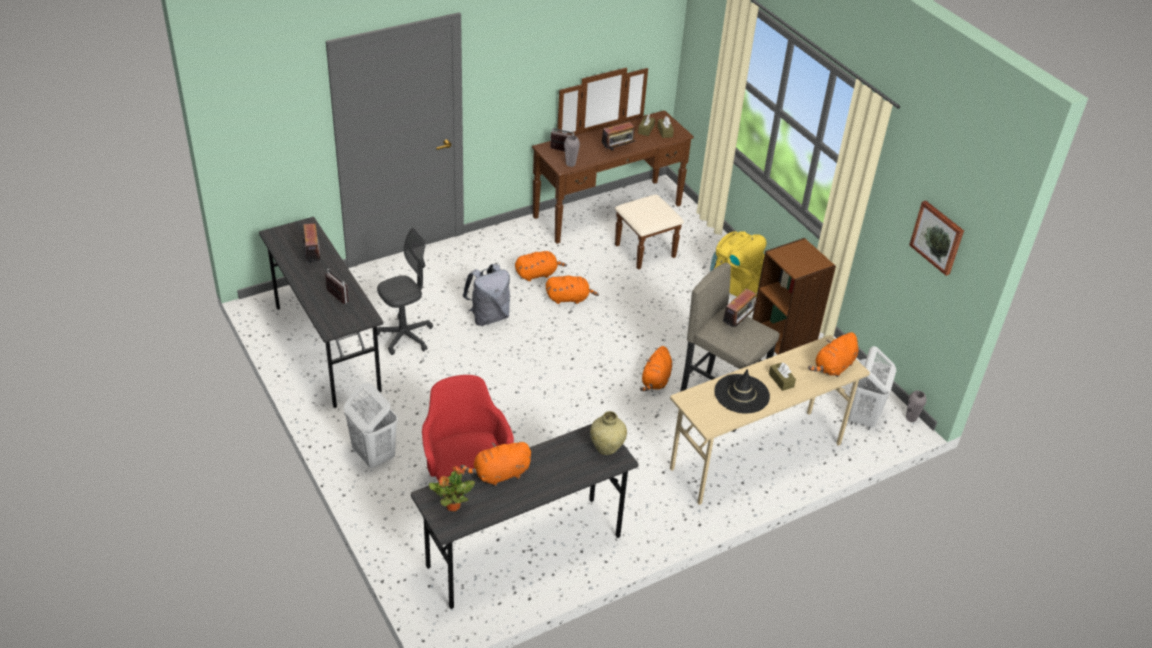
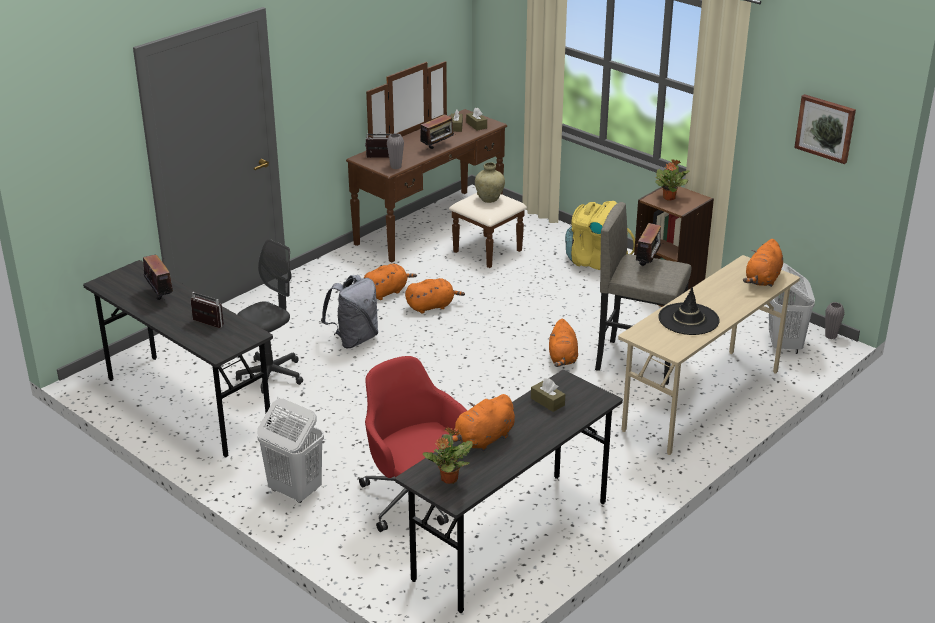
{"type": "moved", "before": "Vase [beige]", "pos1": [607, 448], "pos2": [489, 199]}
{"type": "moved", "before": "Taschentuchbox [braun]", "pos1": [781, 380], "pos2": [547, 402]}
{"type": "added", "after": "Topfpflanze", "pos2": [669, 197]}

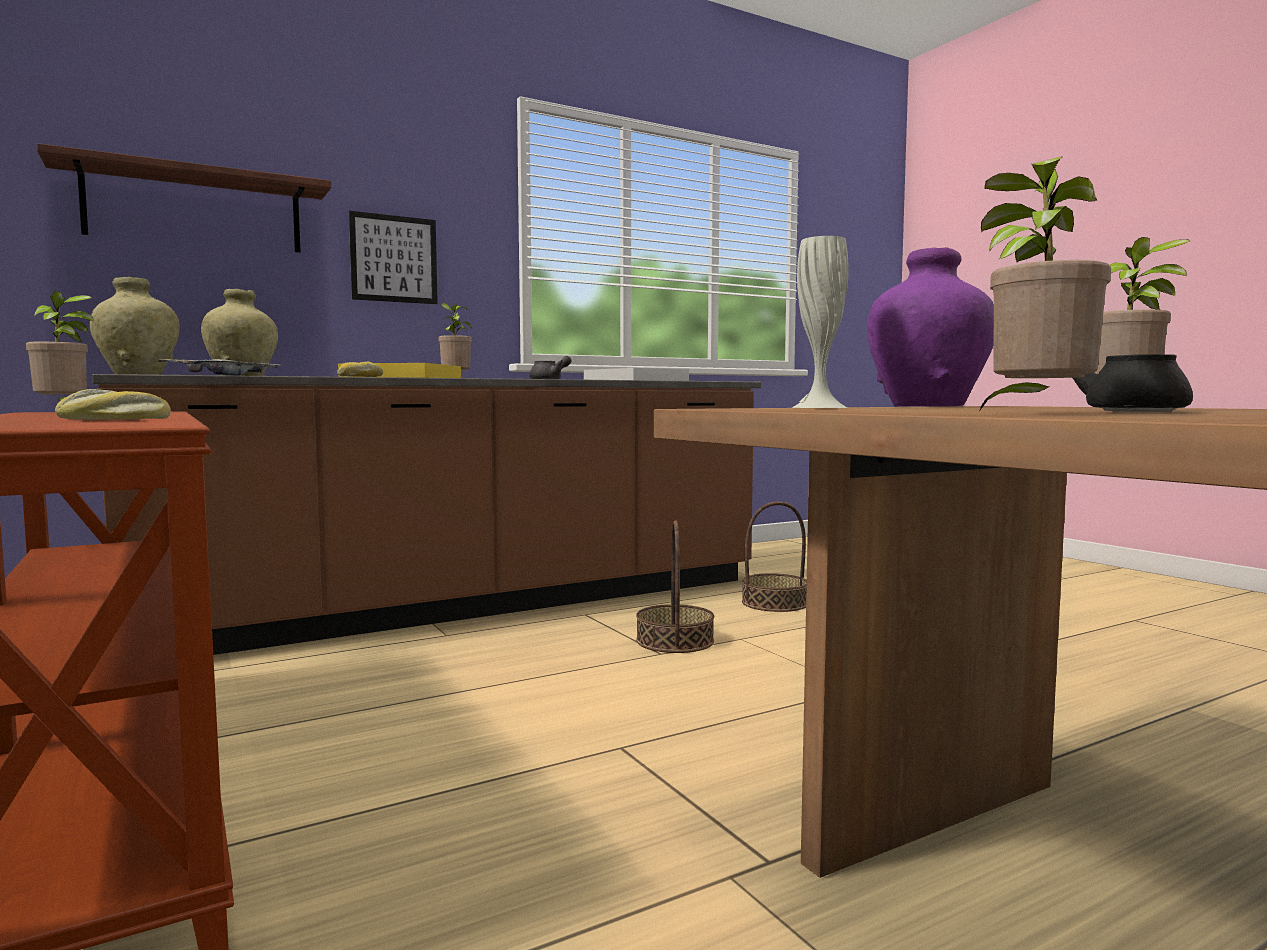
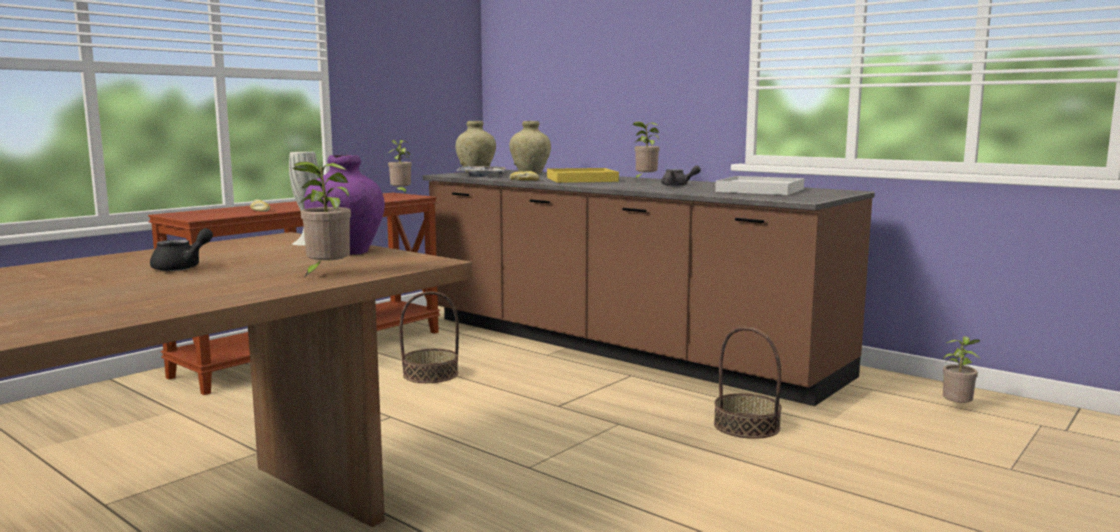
{"type": "moved", "before": "Korb", "pos1": [674, 641], "pos2": [431, 374]}
{"type": "moved", "before": "Topfpflanze", "pos1": [1035, 413], "pos2": [957, 408]}
{"type": "removed", "before": "Wandregal", "pos1": [195, 211]}
{"type": "removed", "before": "Bild", "pos1": [394, 259]}

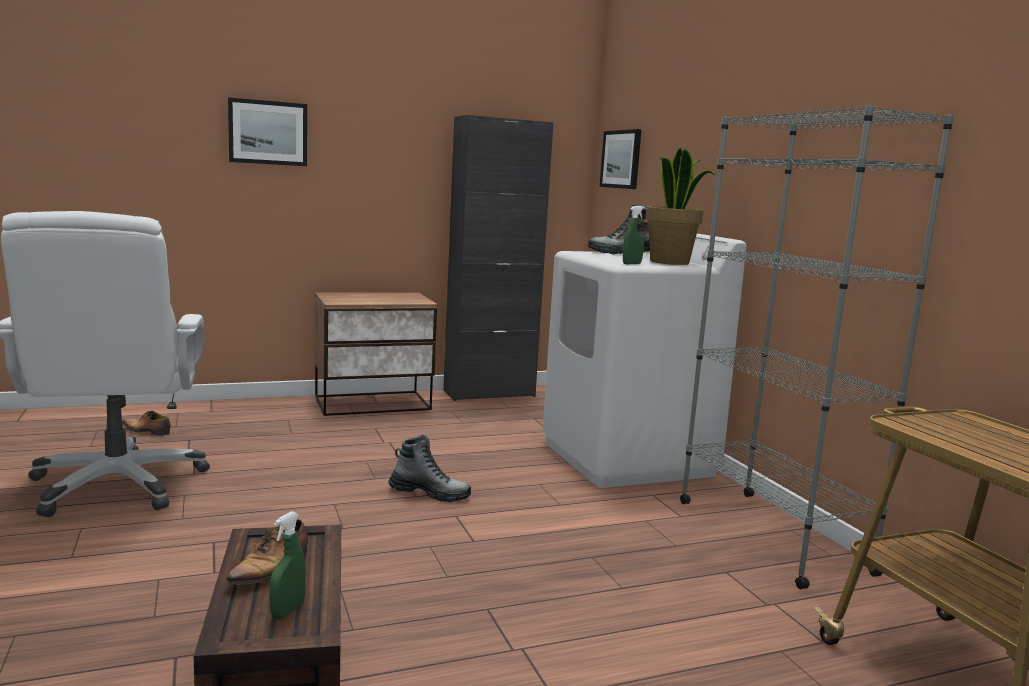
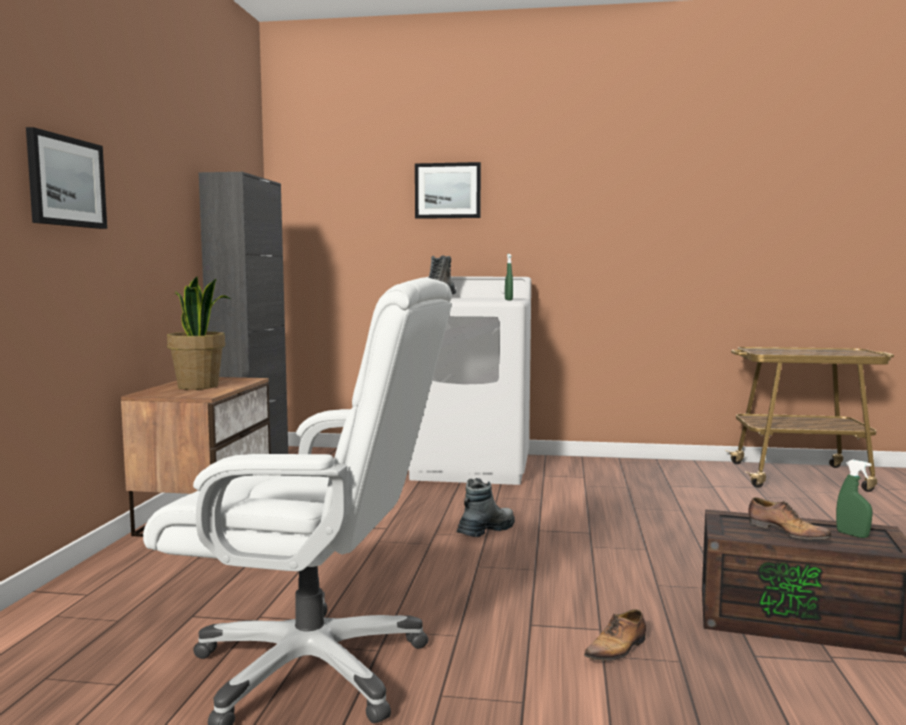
{"type": "moved", "before": "Topfpflanze", "pos1": [670, 262], "pos2": [199, 386]}
{"type": "moved", "before": "Bild", "pos1": [621, 159], "pos2": [448, 190]}
{"type": "moved", "before": "Schuh", "pos1": [146, 431], "pos2": [617, 649]}
{"type": "removed", "before": "Bücherregal [grau]", "pos1": [770, 535]}

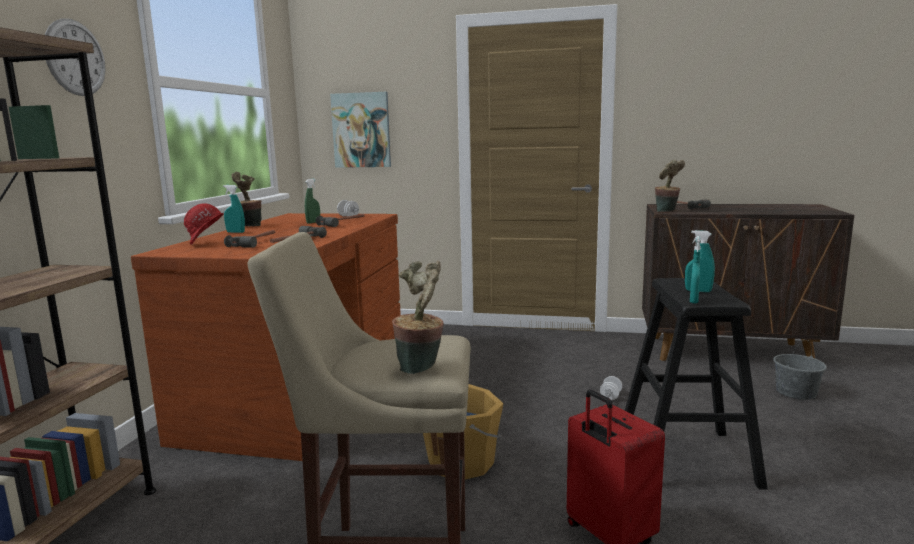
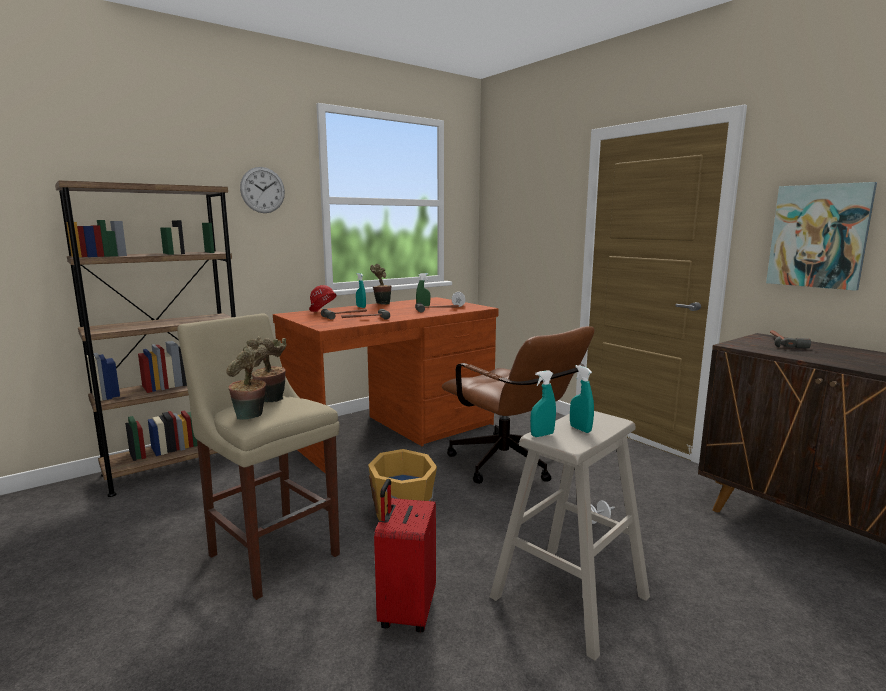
{"type": "moved", "before": "Topfpflanze", "pos1": [667, 211], "pos2": [270, 401]}
{"type": "added", "after": "Bürostuhl [braun]", "pos2": [511, 466]}
{"type": "recoloured", "before": "Hocker [schwarz]", "after": "Hocker [beige]", "pos1": [686, 458], "pos2": [569, 597]}
{"type": "moved", "before": "Bild", "pos1": [361, 130], "pos2": [818, 236]}
{"type": "removed", "before": "Eimer [grau]", "pos1": [796, 392]}

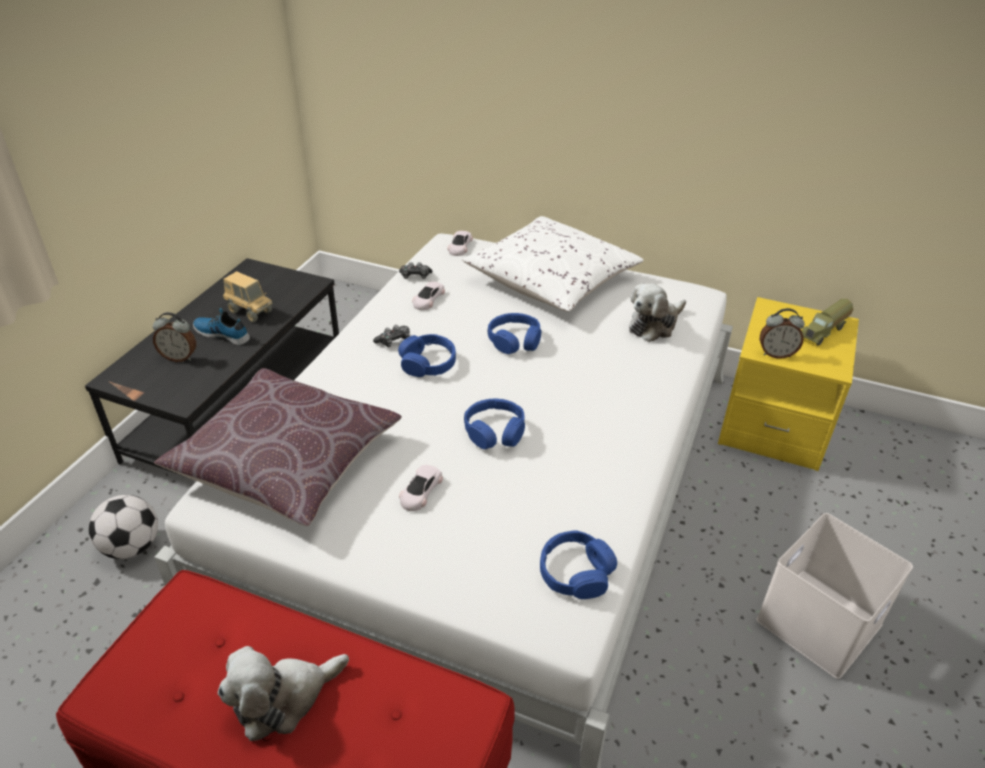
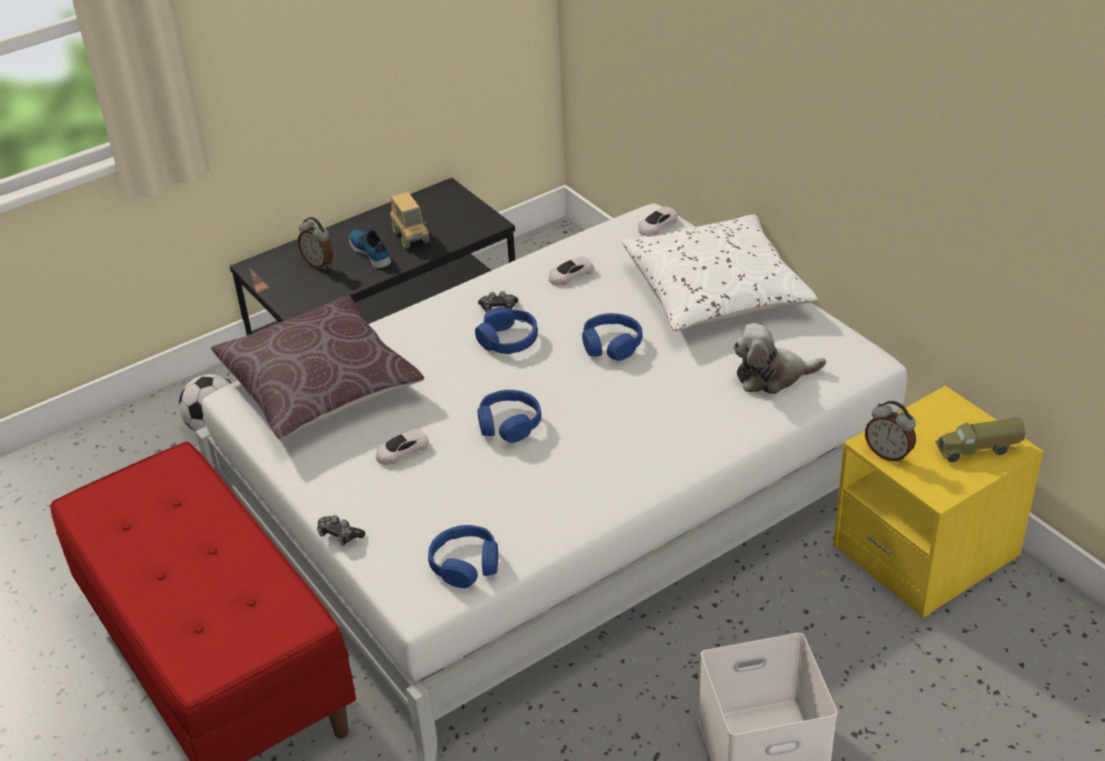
{"type": "moved", "before": "Gamepad", "pos1": [415, 276], "pos2": [339, 535]}
{"type": "removed", "before": "Plüschtier", "pos1": [283, 699]}

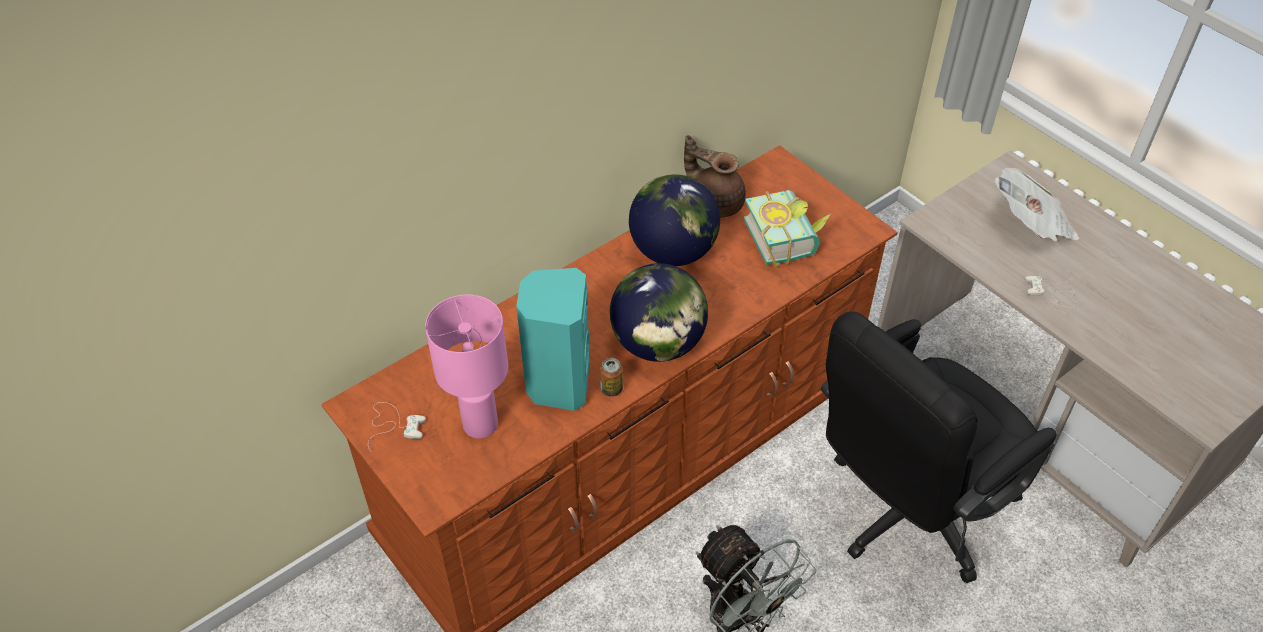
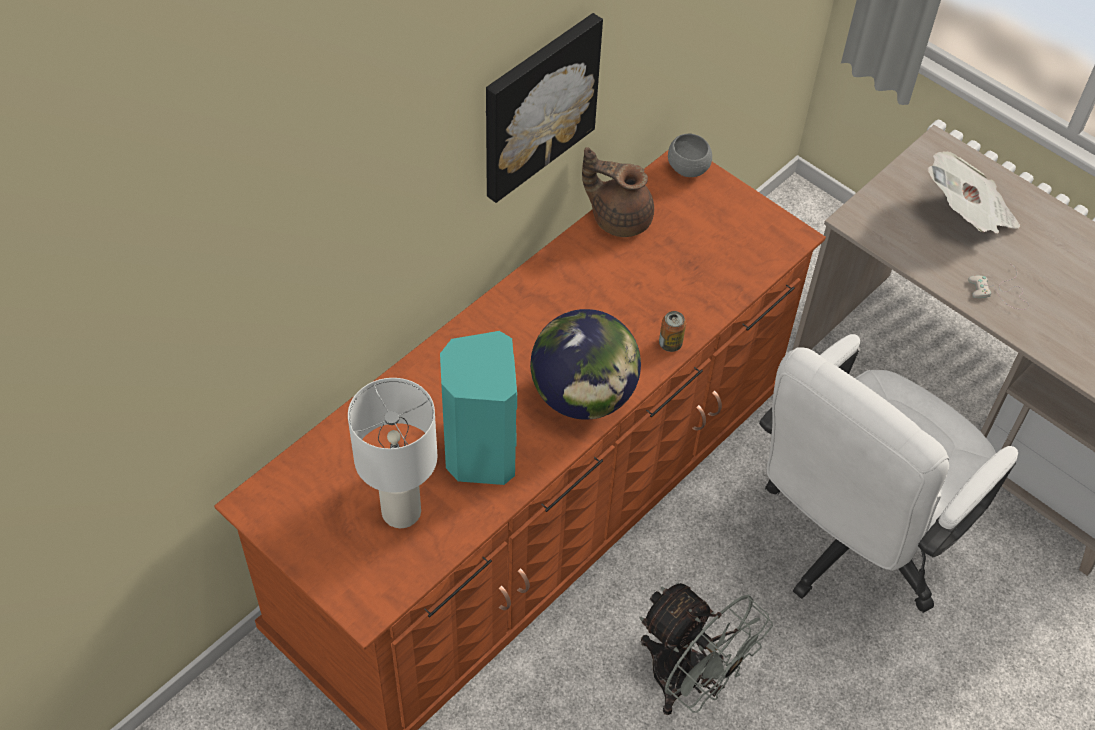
{"type": "recoloured", "before": "Tischlampe [rosa]", "after": "Tischlampe [weiß]", "pos1": [481, 423], "pos2": [401, 510]}
{"type": "added", "after": "Bild", "pos2": [537, 105]}
{"type": "moved", "before": "Dose", "pos1": [611, 389], "pos2": [670, 344]}
{"type": "added", "after": "Schüssel [grau]", "pos2": [688, 169]}
{"type": "recoloured", "before": "Bürostuhl [schwarz]", "after": "Bürostuhl [weiß]", "pos1": [906, 513], "pos2": [850, 541]}
{"type": "removed", "before": "Gamepad [weiß]", "pos1": [394, 424]}
{"type": "removed", "before": "Globus", "pos1": [673, 252]}
{"type": "removed", "before": "Buch", "pos1": [787, 238]}

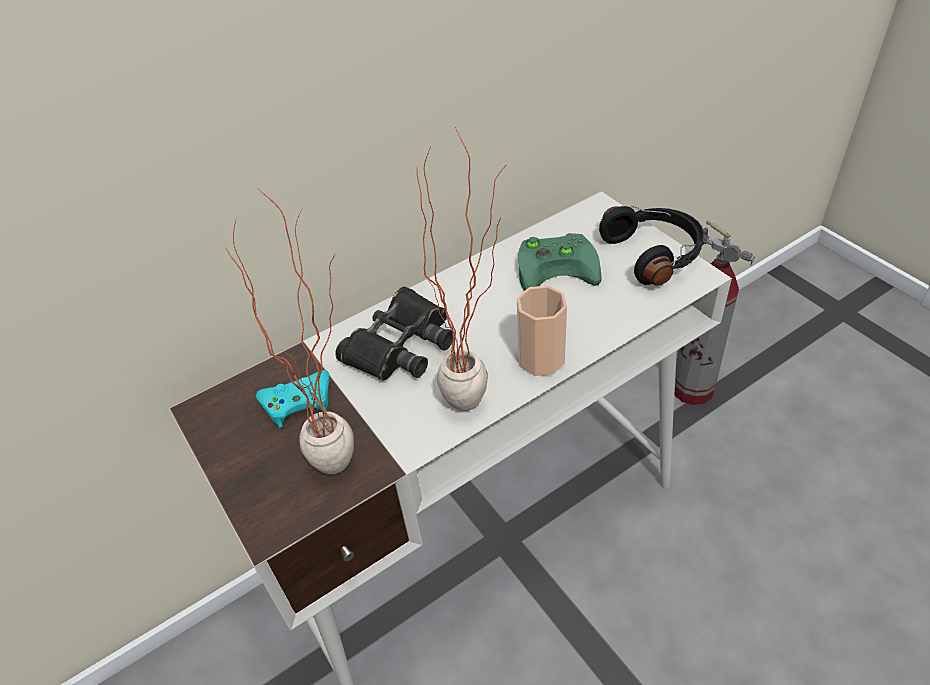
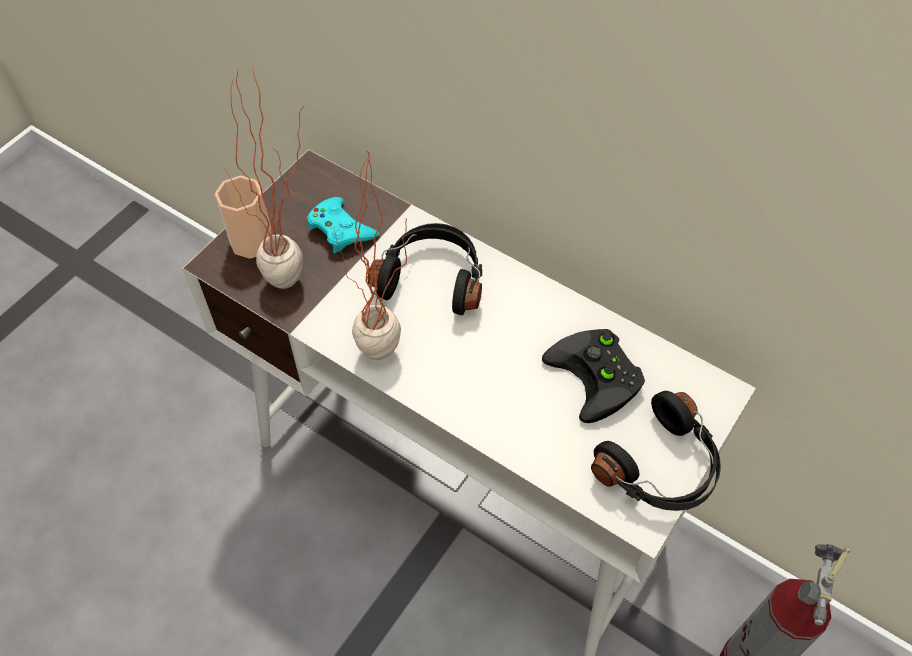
{"type": "moved", "before": "Tasse", "pos1": [541, 359], "pos2": [251, 241]}
{"type": "replaced", "before": "Fernglas [schwarz]", "after": "Kopfhörer [schwarz]", "pos1": [401, 344], "pos2": [432, 278]}
{"type": "recoloured", "before": "Gamepad [grün]", "after": "Gamepad [schwarz]", "pos1": [559, 265], "pos2": [599, 377]}

